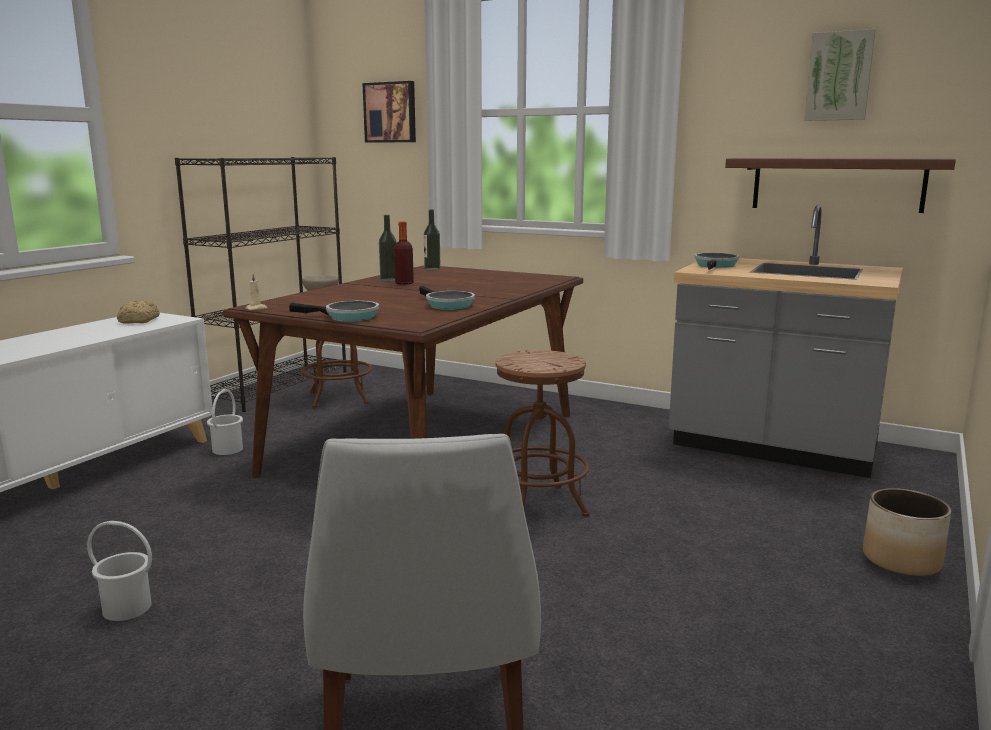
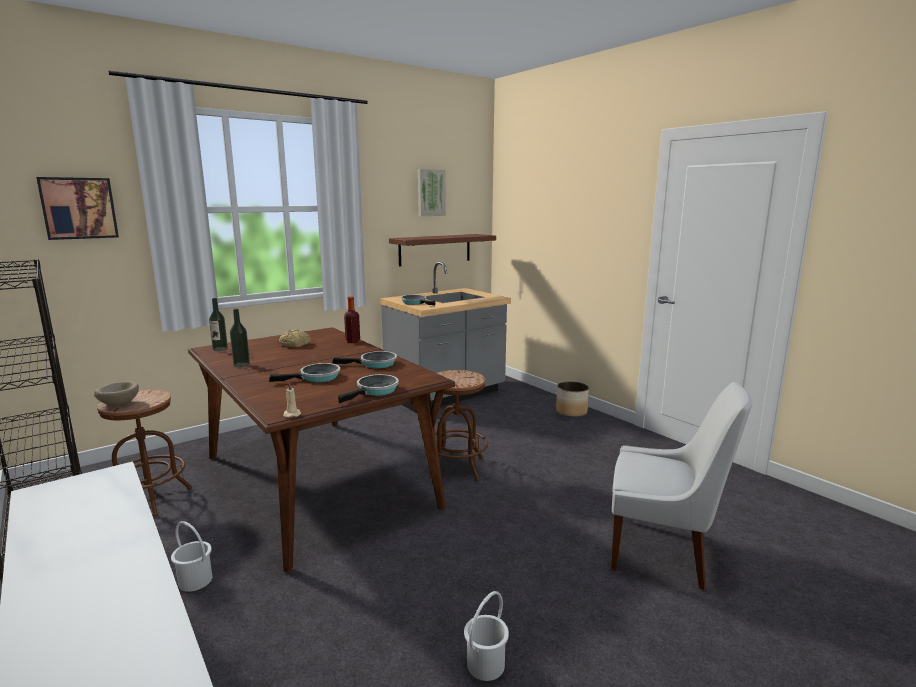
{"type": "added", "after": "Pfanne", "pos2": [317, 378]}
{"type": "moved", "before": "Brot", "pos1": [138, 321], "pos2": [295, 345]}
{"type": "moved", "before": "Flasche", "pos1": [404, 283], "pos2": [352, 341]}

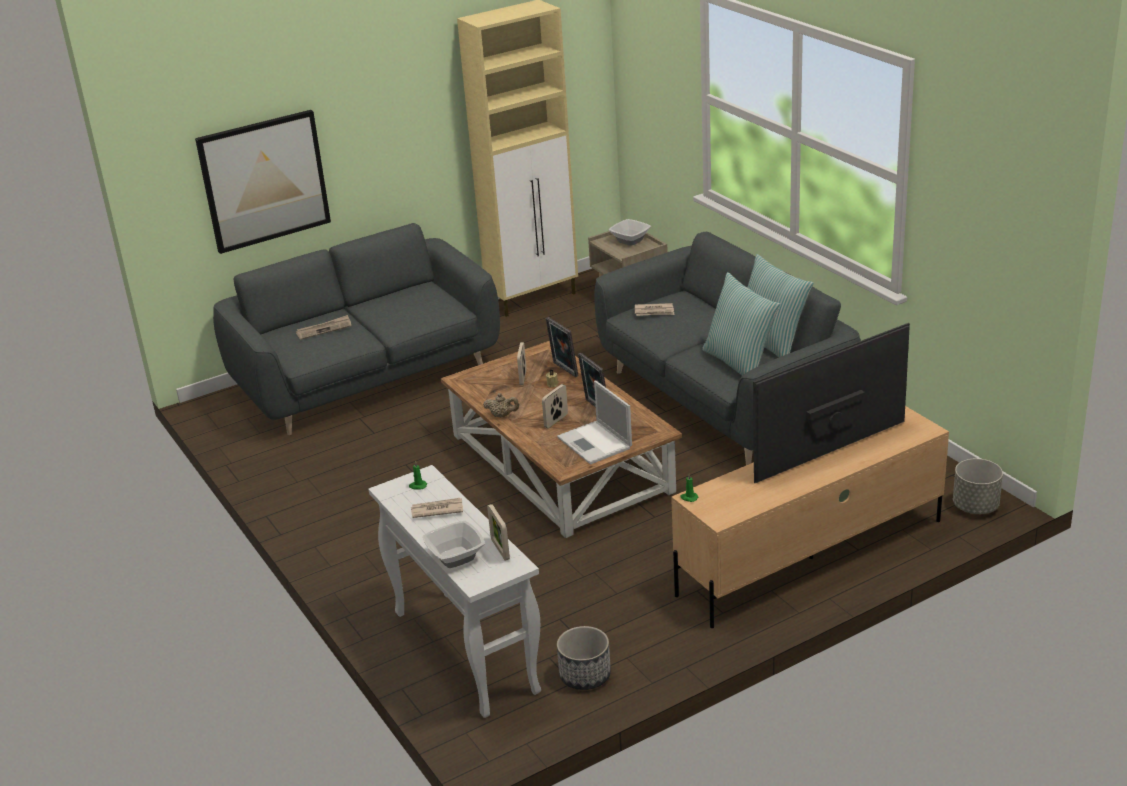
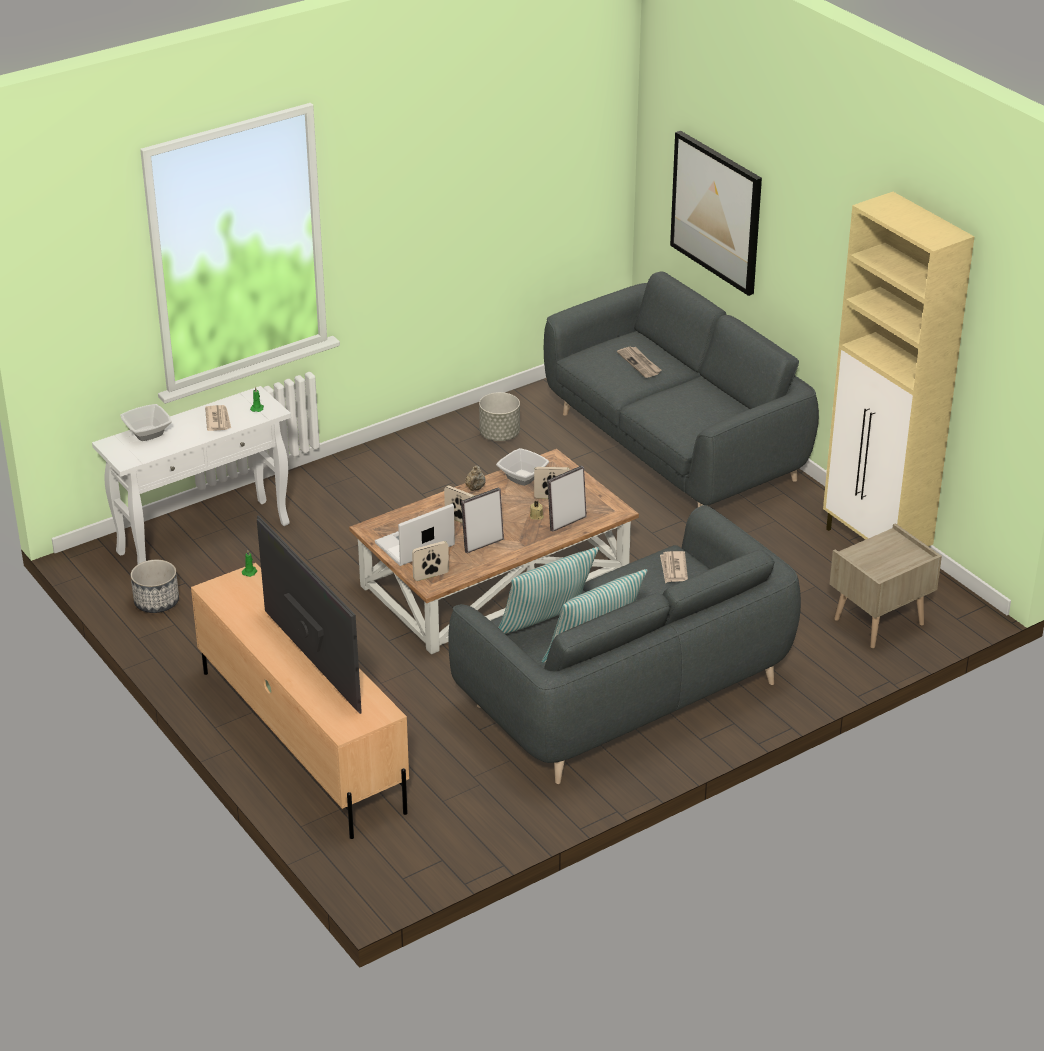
{"type": "moved", "before": "Bilderrahmen", "pos1": [500, 549], "pos2": [431, 576]}
{"type": "moved", "before": "Pflanzkübel [grau]", "pos1": [975, 506], "pos2": [500, 435]}
{"type": "moved", "before": "Schüssel", "pos1": [630, 241], "pos2": [522, 477]}

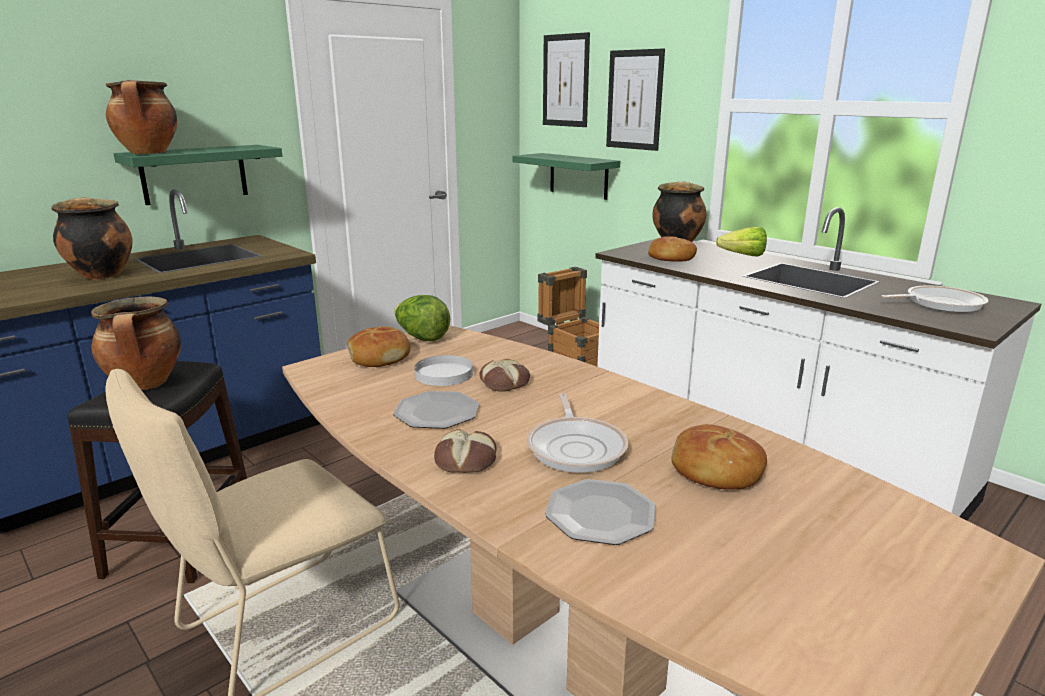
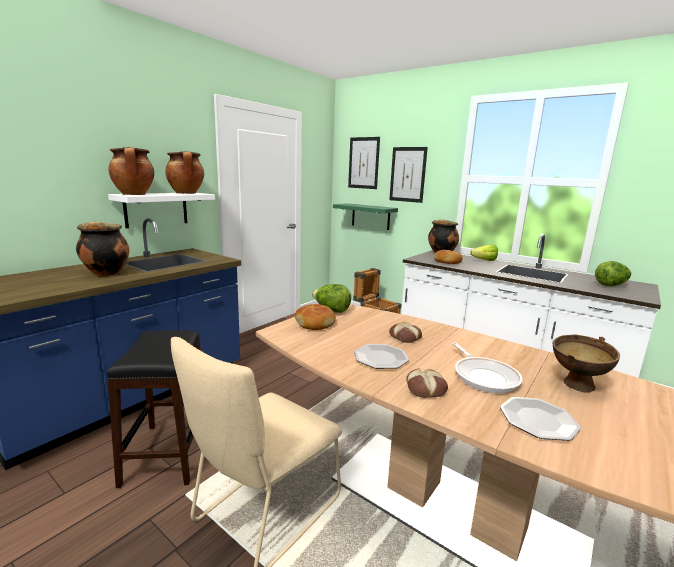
{"type": "recoloured", "before": "Wandregal [grün]", "after": "Wandregal [weiß]", "pos1": [194, 174], "pos2": [156, 209]}
{"type": "moved", "before": "Kochtopf", "pos1": [146, 384], "pos2": [187, 193]}
{"type": "replaced", "before": "Brot", "after": "Schüssel [braun]", "pos1": [715, 471], "pos2": [576, 387]}
{"type": "replaced", "before": "Pfanne", "after": "Salatkopf", "pos1": [939, 303], "pos2": [611, 285]}
{"type": "removed", "before": "Teller [weiß]", "pos1": [443, 374]}

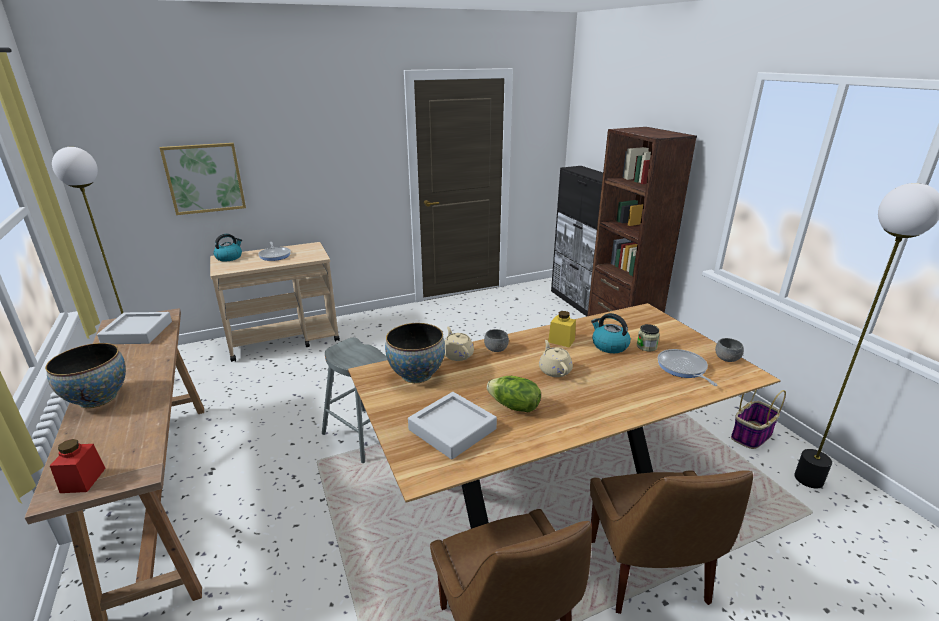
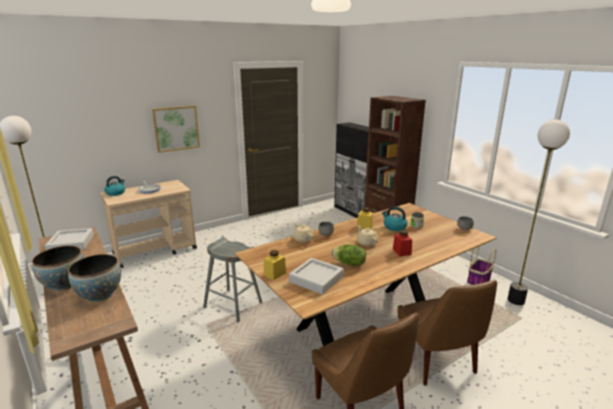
{"type": "moved", "before": "Schüssel", "pos1": [416, 374], "pos2": [100, 295]}
{"type": "moved", "before": "Bild", "pos1": [204, 178], "pos2": [176, 128]}
{"type": "added", "after": "Vorratsglas [gelb]", "pos2": [274, 274]}
{"type": "moved", "before": "Vorratsglas [rot]", "pos1": [83, 480], "pos2": [401, 252]}
{"type": "removed", "before": "Pfanne", "pos1": [683, 368]}

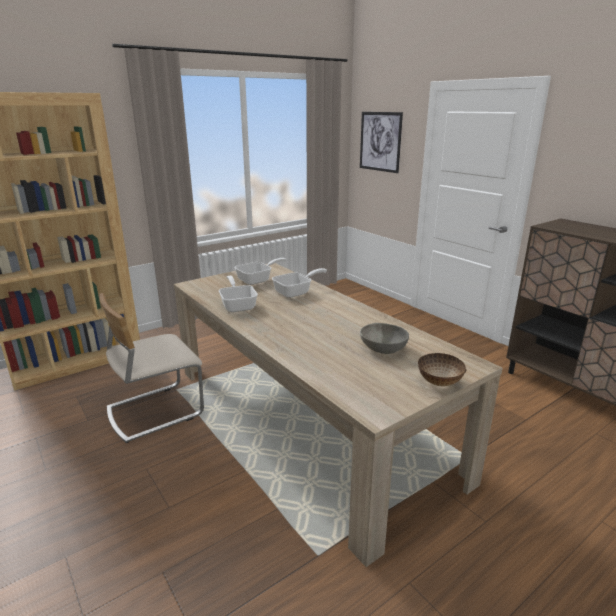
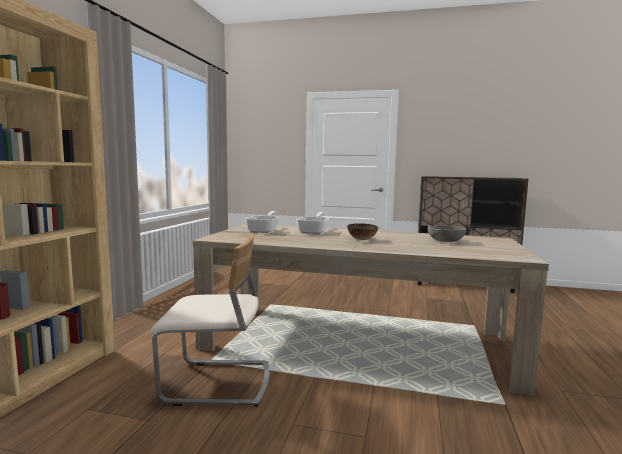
{"type": "turned", "before": "Stuhl [beige]", "pos1": [155, 411], "pos2": [217, 383], "turn": -105}
{"type": "moved", "before": "Schüssel", "pos1": [438, 382], "pos2": [362, 240]}
{"type": "removed", "before": "Pfanne", "pos1": [238, 305]}
{"type": "removed", "before": "Bild", "pos1": [380, 141]}

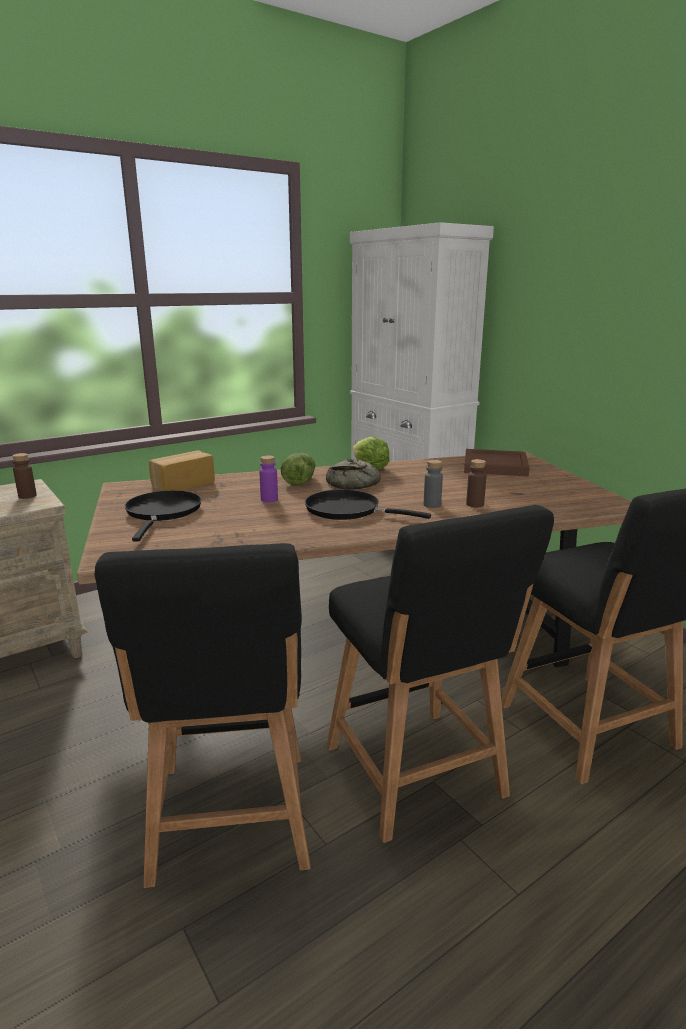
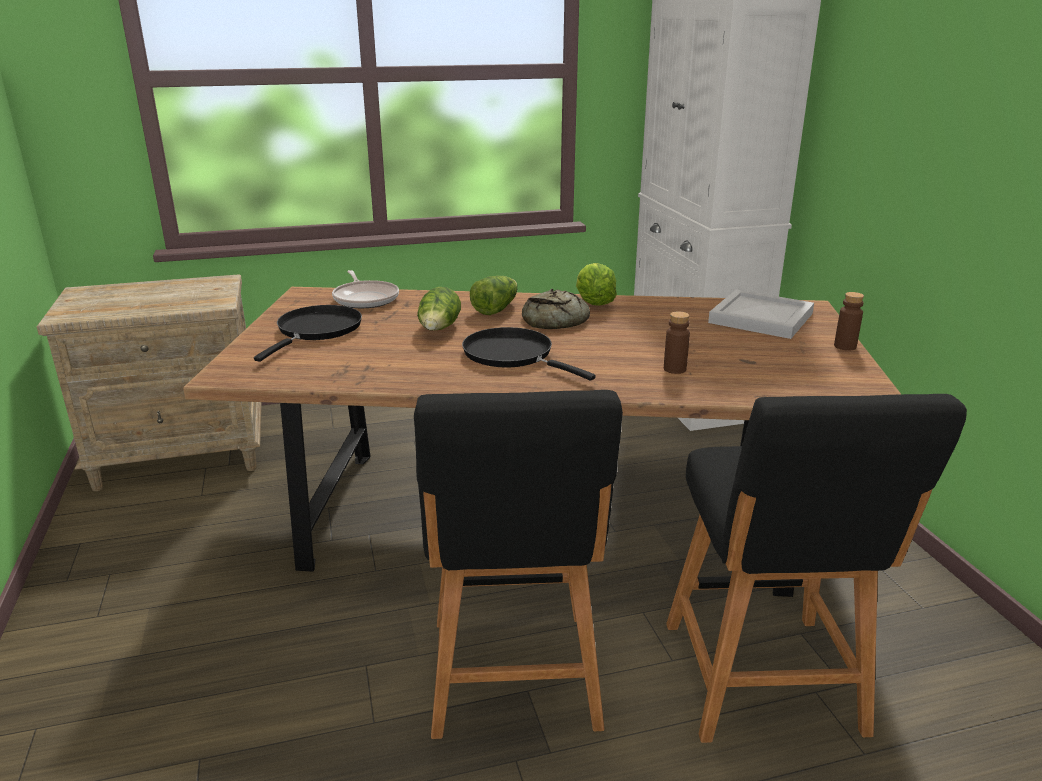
{"type": "replaced", "before": "Brot", "after": "Pfanne", "pos1": [182, 484], "pos2": [365, 298]}
{"type": "replaced", "before": "Flasche [lila]", "after": "Salatkopf", "pos1": [269, 499], "pos2": [439, 329]}
{"type": "recoloured", "before": "Tablett [braun]", "after": "Tablett [weiß]", "pos1": [496, 466], "pos2": [762, 318]}
{"type": "moved", "before": "Flasche [braun]", "pos1": [27, 496], "pos2": [845, 346]}
{"type": "removed", "before": "Hocker [schwarz]", "pos1": [230, 823]}
{"type": "removed", "before": "Flasche [grau]", "pos1": [432, 505]}

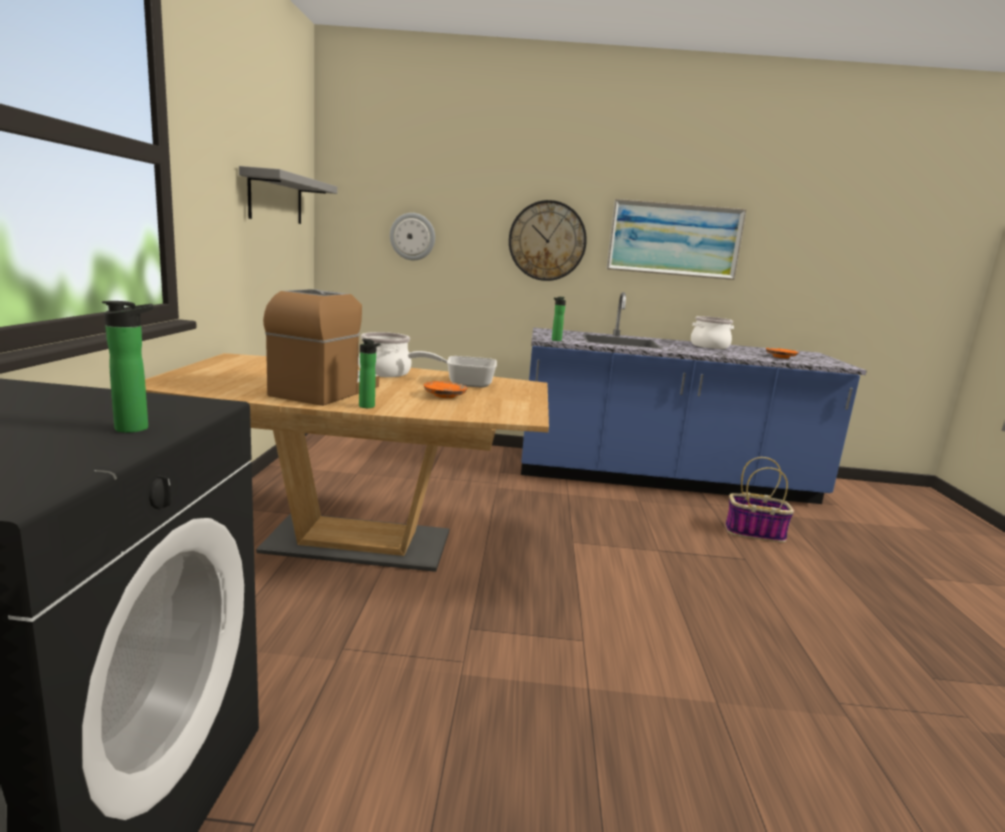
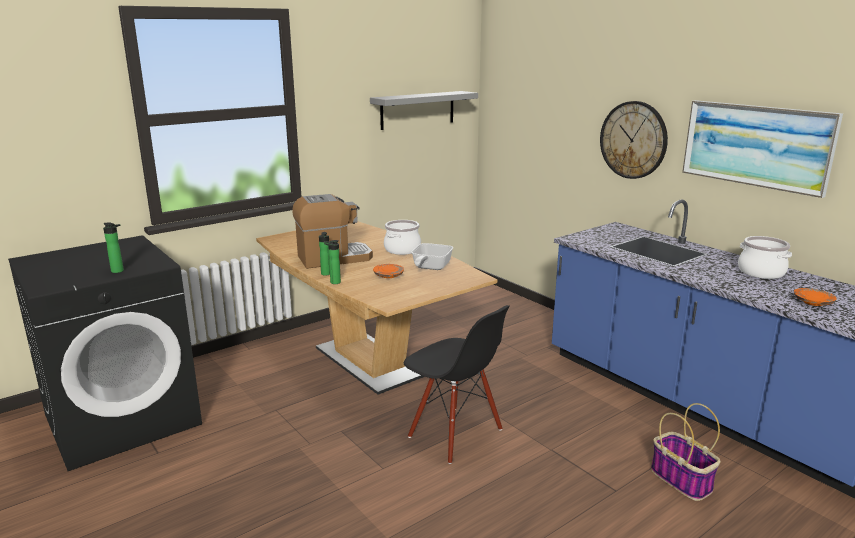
{"type": "moved", "before": "Flasche", "pos1": [555, 340], "pos2": [333, 282]}
{"type": "added", "after": "Stuhl [schwarz]", "pos2": [454, 434]}
{"type": "turned", "before": "Pfanne", "pos1": [462, 383], "pos2": [430, 267], "turn": -120}
{"type": "removed", "before": "Wanduhr", "pos1": [412, 236]}

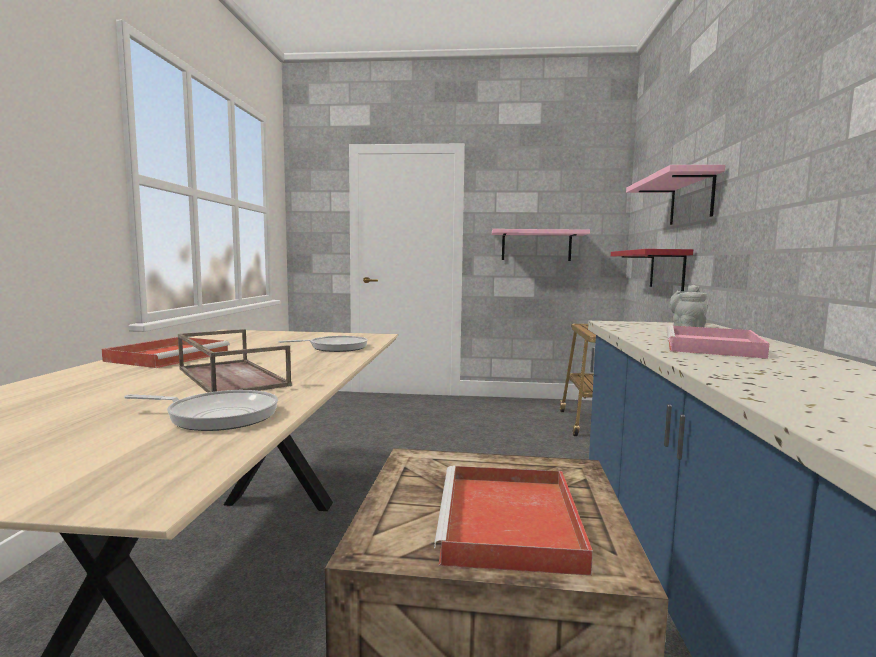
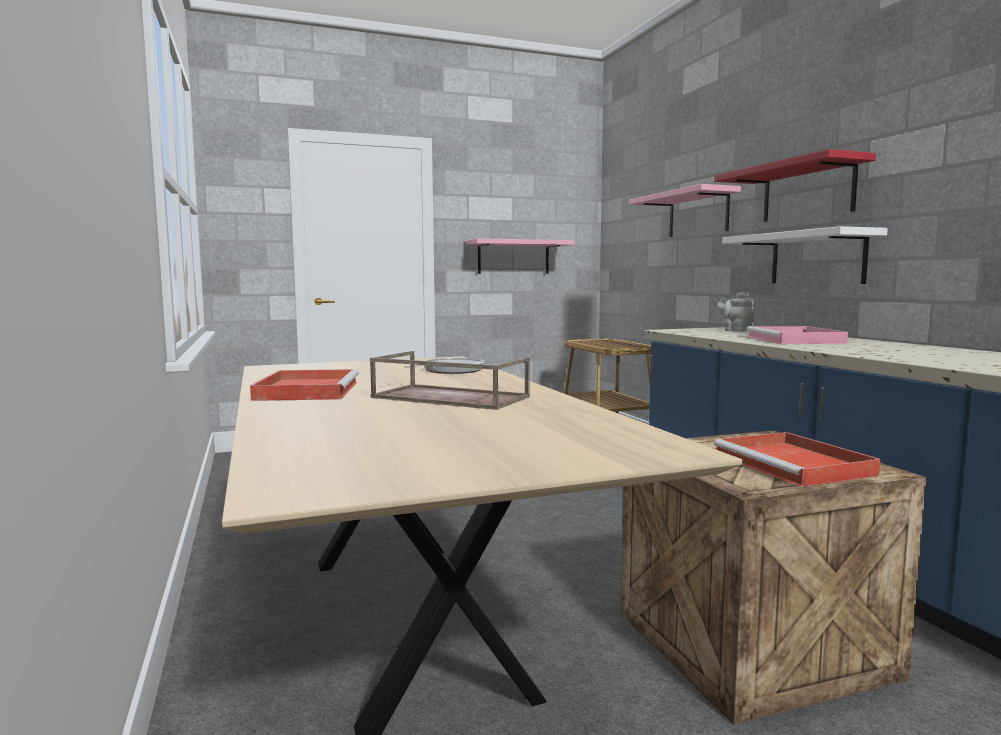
{"type": "moved", "before": "Wandregal [rot]", "pos1": [667, 269], "pos2": [807, 191]}
{"type": "added", "after": "Wandregal [weiß]", "pos2": [817, 258]}
{"type": "removed", "before": "Pfanne", "pos1": [218, 416]}

